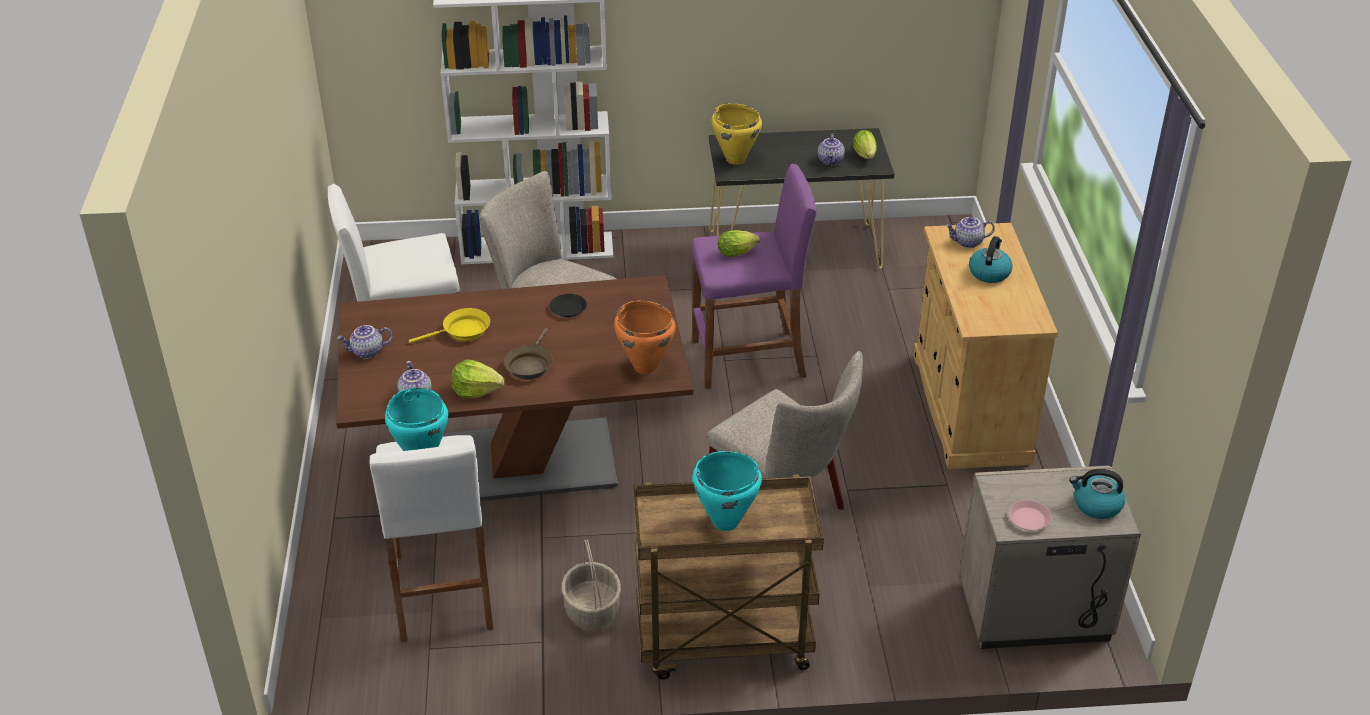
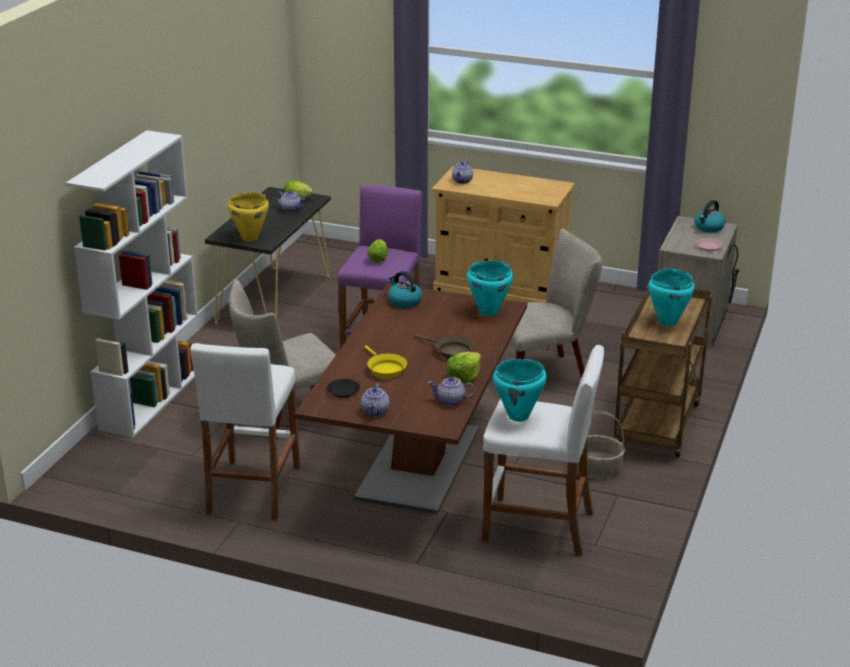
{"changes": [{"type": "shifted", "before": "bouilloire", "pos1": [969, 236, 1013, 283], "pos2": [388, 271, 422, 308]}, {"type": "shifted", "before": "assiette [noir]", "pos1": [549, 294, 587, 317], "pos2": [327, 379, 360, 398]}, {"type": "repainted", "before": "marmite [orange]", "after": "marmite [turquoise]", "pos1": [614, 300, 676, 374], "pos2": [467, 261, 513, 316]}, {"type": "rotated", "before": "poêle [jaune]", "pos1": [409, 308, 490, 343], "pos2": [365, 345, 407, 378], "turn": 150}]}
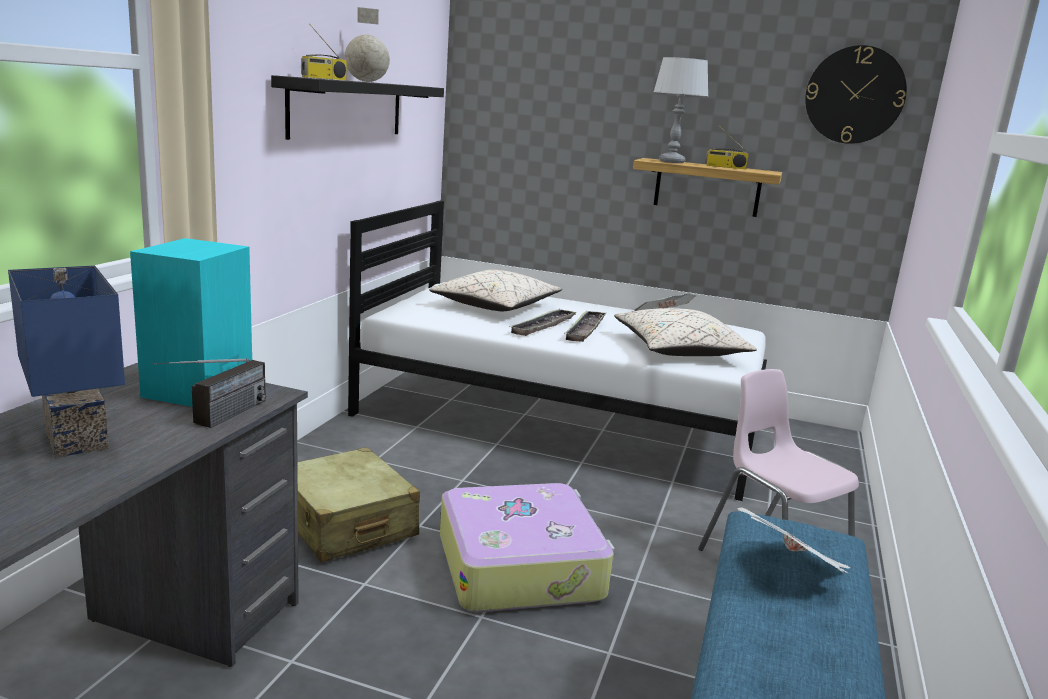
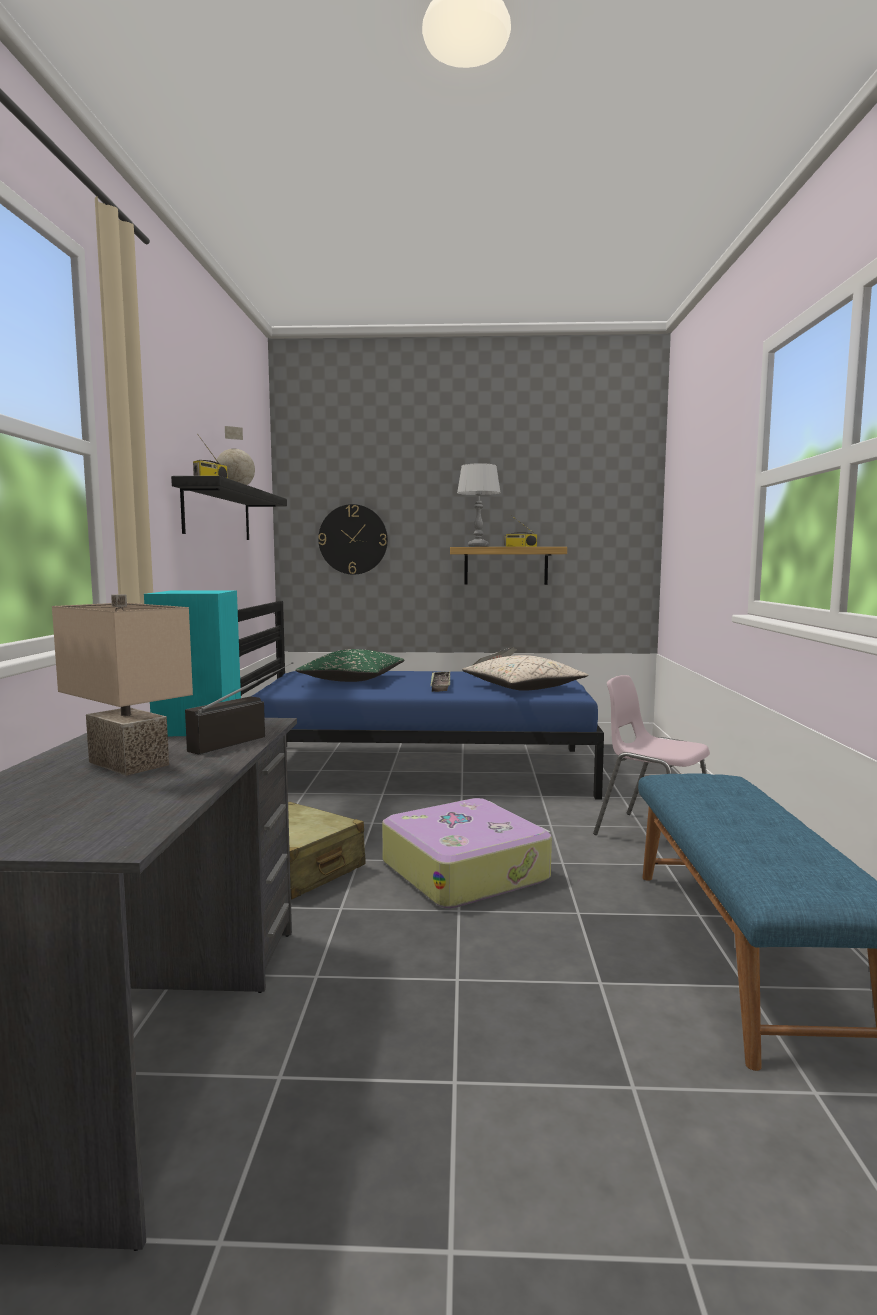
{"changes": [{"type": "shifted", "before": "horloge murale", "pos1": [805, 45, 907, 144], "pos2": [318, 504, 388, 575]}, {"type": "repainted", "before": "lit [blanc]", "after": "lit [bleu]", "pos1": [348, 201, 767, 501], "pos2": [238, 601, 604, 800]}, {"type": "repainted", "before": "lampe de table [bleu]", "after": "lampe de table [beige]", "pos1": [8, 266, 125, 458], "pos2": [52, 594, 193, 776]}, {"type": "repainted", "before": "coussin [beige]", "after": "coussin [vert]", "pos1": [429, 270, 562, 311], "pos2": [296, 649, 405, 682]}, {"type": "gone", "before": "plateau", "pos1": [509, 308, 577, 336]}, {"type": "rotated", "before": "radio", "pos1": [154, 358, 266, 428], "pos2": [185, 662, 293, 754], "turn": -150}, {"type": "gone", "before": "journal", "pos1": [738, 507, 850, 573]}]}
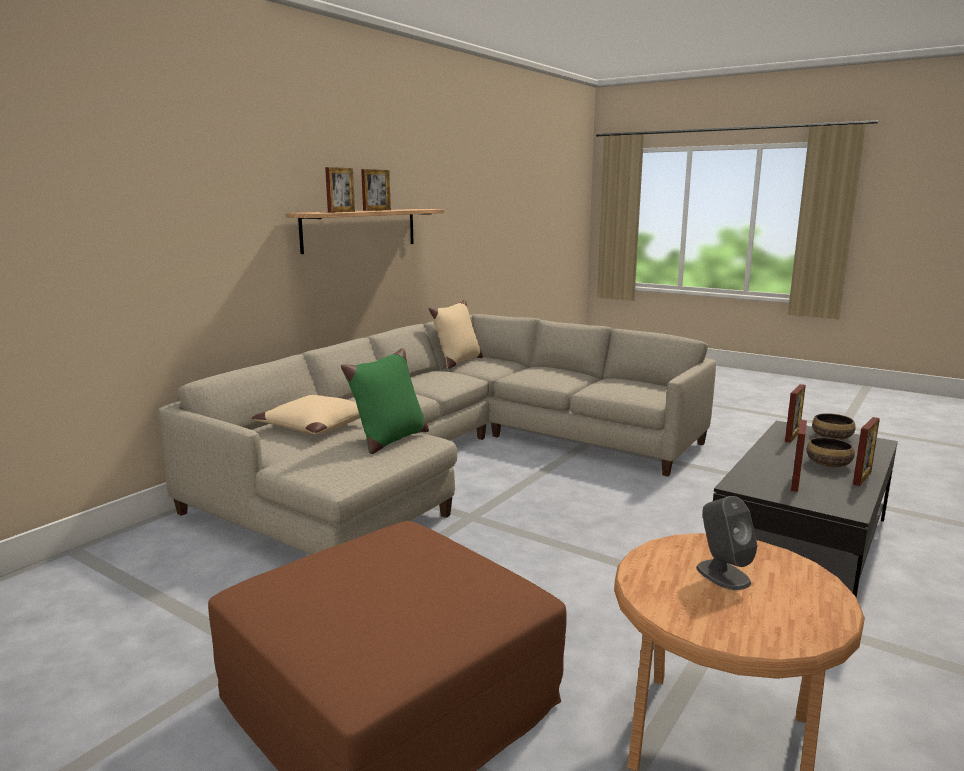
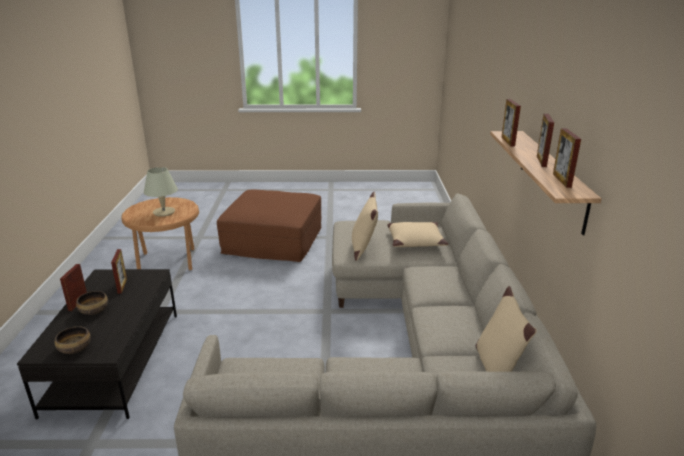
{"changes": [{"type": "repainted", "before": "coussin [vert]", "after": "coussin [beige]", "pos1": [341, 348, 429, 454], "pos2": [352, 191, 378, 261]}, {"type": "shifted", "before": "cadre photo", "pos1": [785, 384, 806, 443], "pos2": [553, 128, 581, 188]}, {"type": "swapped", "before": "enceinte [gris]", "after": "lampe de table [beige]", "pos1": [696, 496, 757, 590], "pos2": [144, 167, 178, 217]}]}
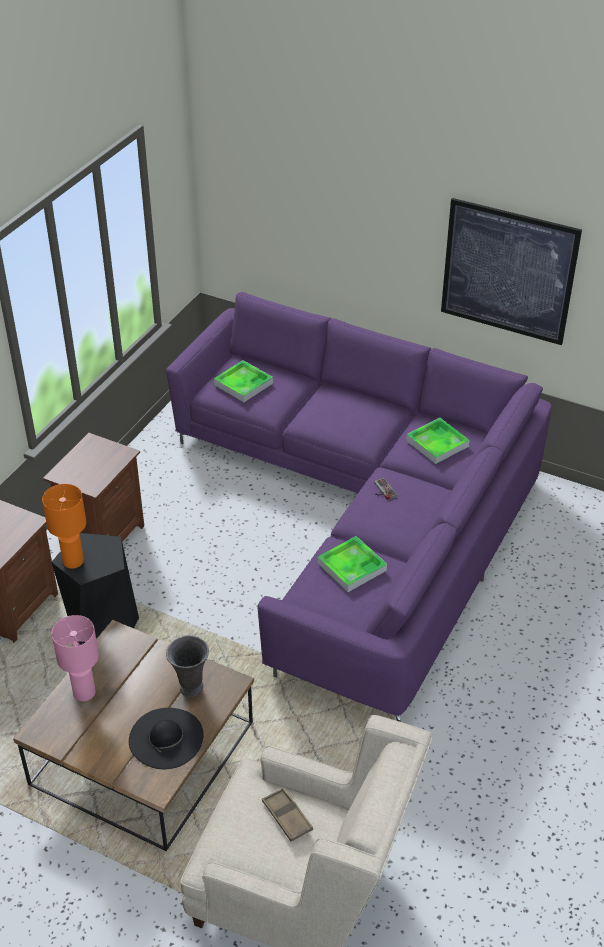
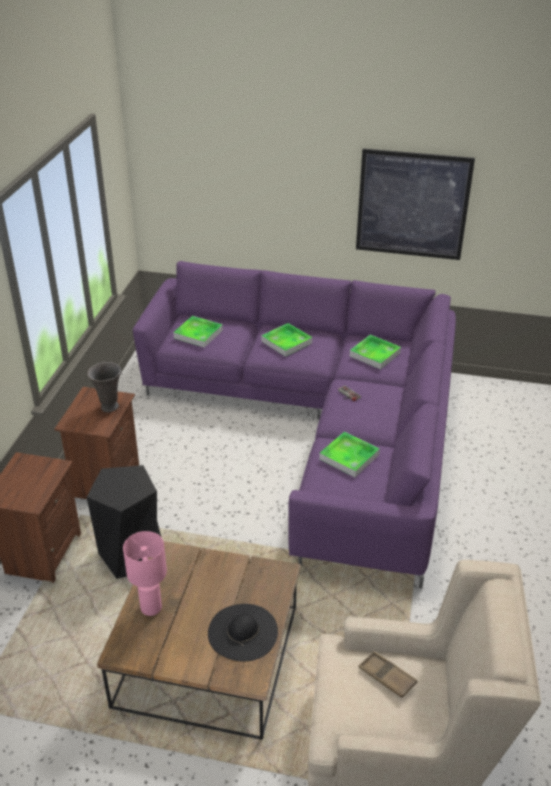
{"changes": [{"type": "gone", "before": "lampe de table [orange]", "pos1": [42, 484, 86, 569]}, {"type": "shifted", "before": "vase [gris]", "pos1": [166, 635, 209, 697], "pos2": [87, 362, 121, 412]}, {"type": "new", "after": "plateau", "pos2": [261, 323, 312, 357]}]}
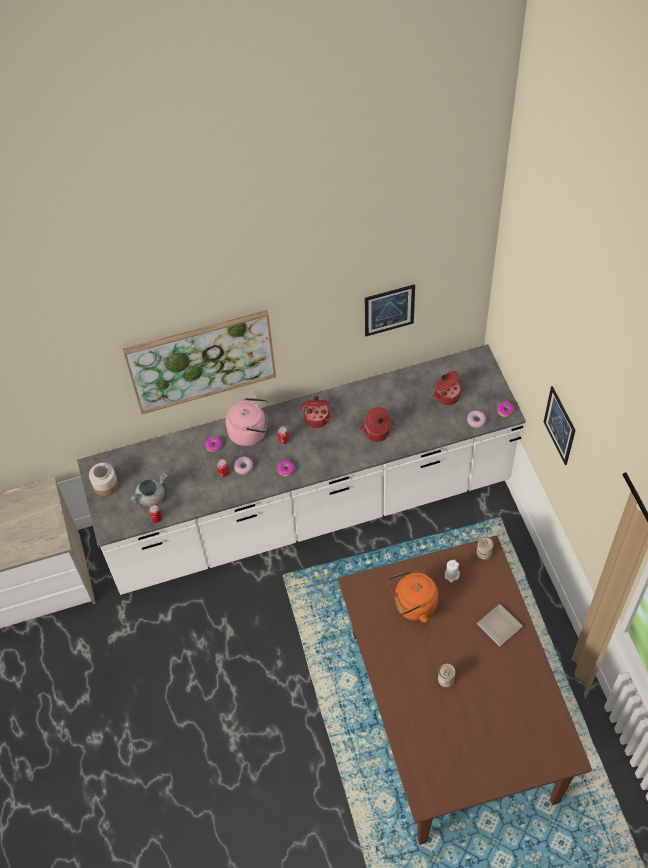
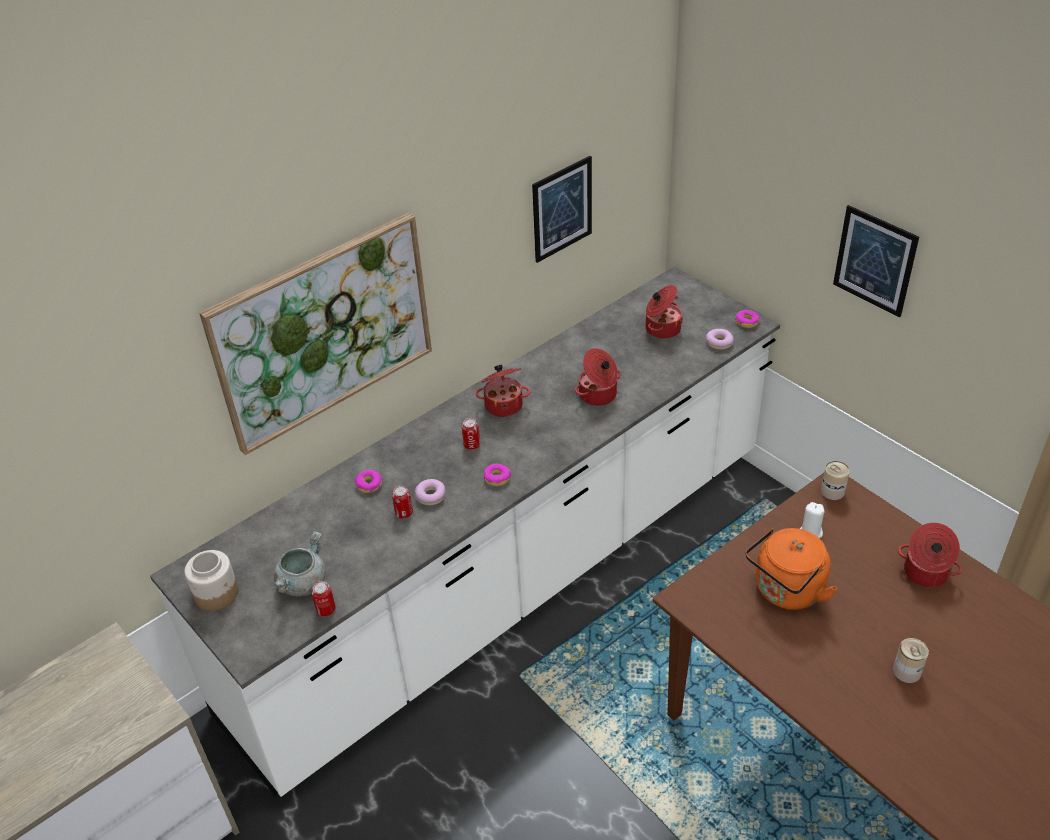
{"changes": [{"type": "gone", "before": "bouilloire [rose]", "pos1": [225, 395, 268, 446]}, {"type": "swapped", "before": "assiette", "after": "marmite", "pos1": [477, 604, 523, 646], "pos2": [898, 523, 962, 588]}]}
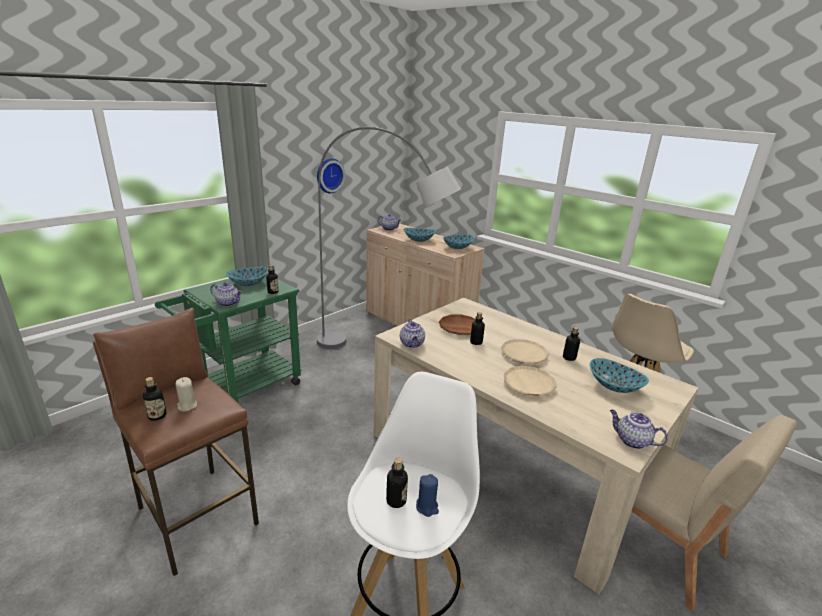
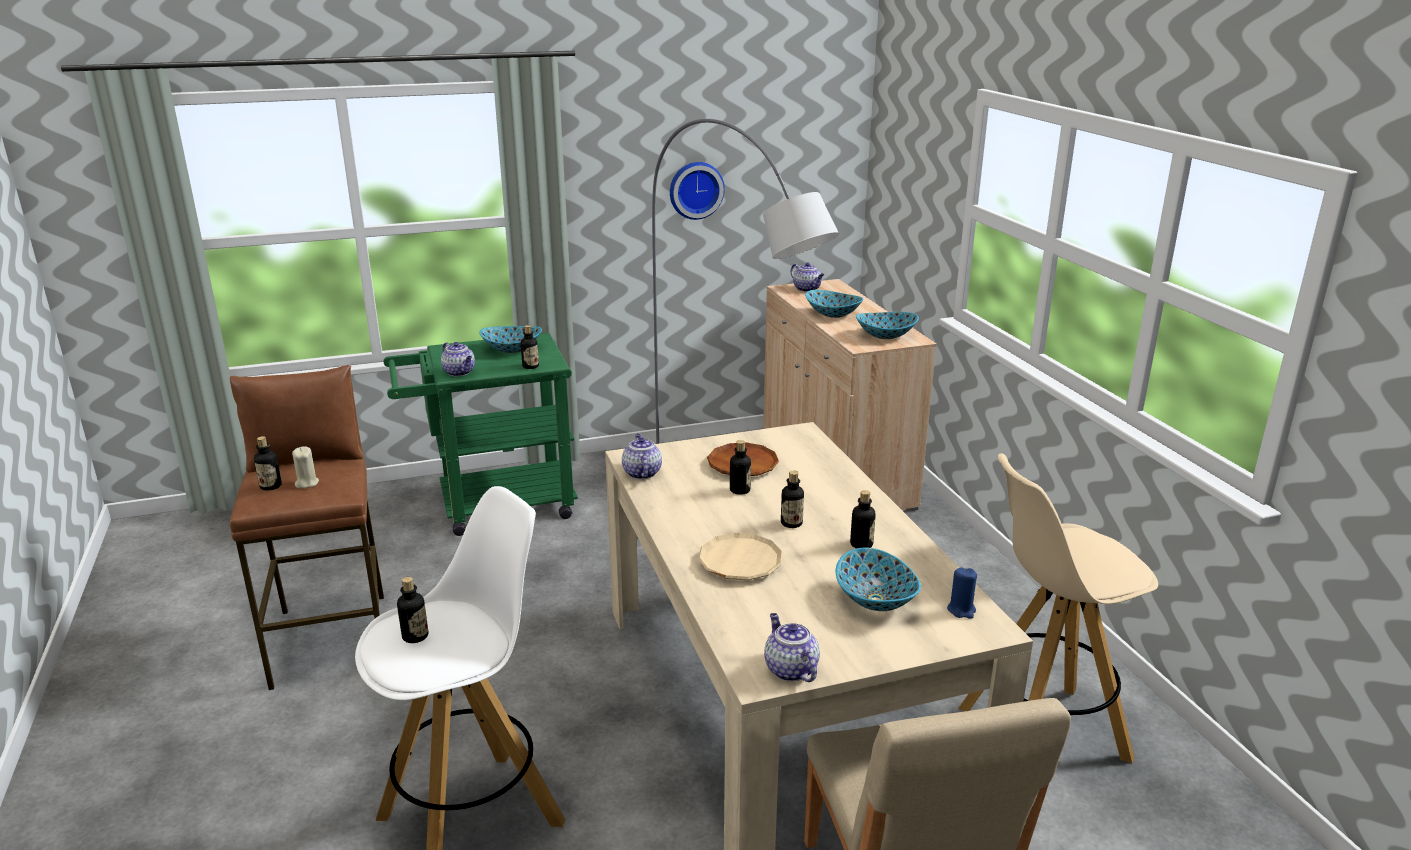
{"changes": [{"type": "rotated", "before": "théière", "pos1": [400, 319, 425, 348], "pos2": [622, 434, 662, 479], "turn": 150}, {"type": "swapped", "before": "assiette [beige]", "after": "bouteille", "pos1": [501, 339, 549, 364], "pos2": [781, 471, 804, 528]}, {"type": "shifted", "before": "bougie [bleu]", "pos1": [416, 474, 439, 517], "pos2": [947, 567, 977, 619]}]}
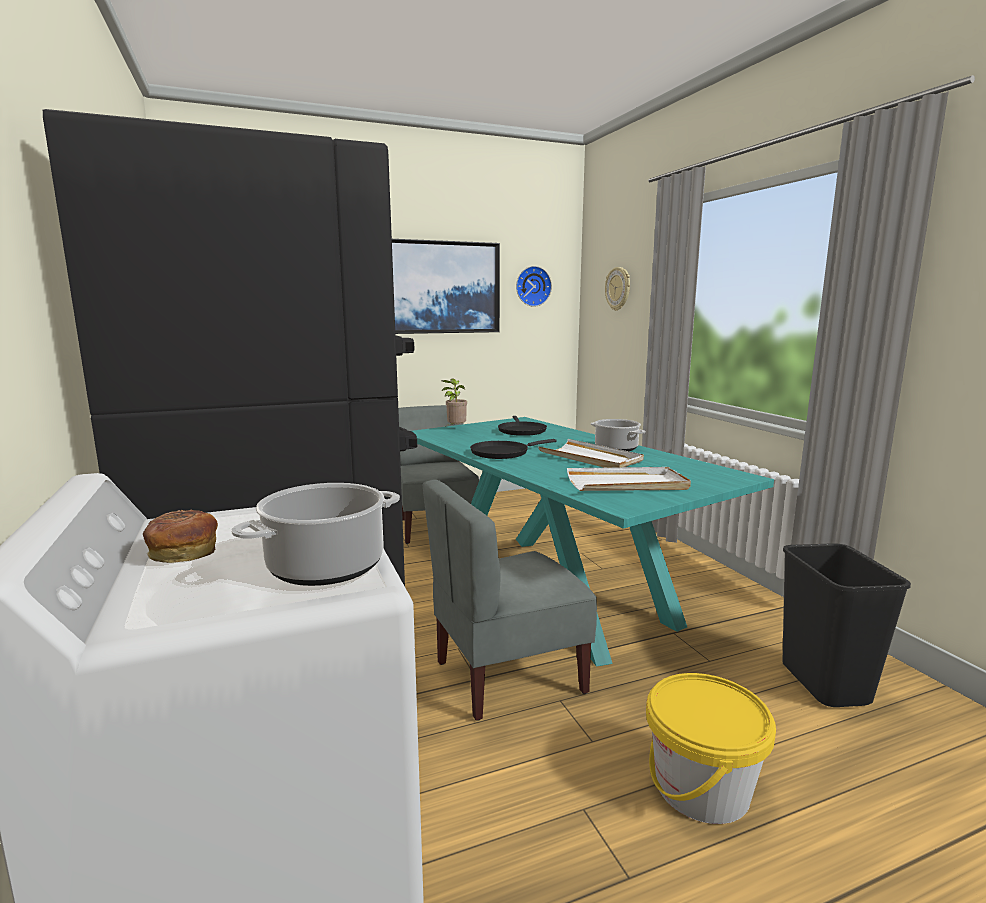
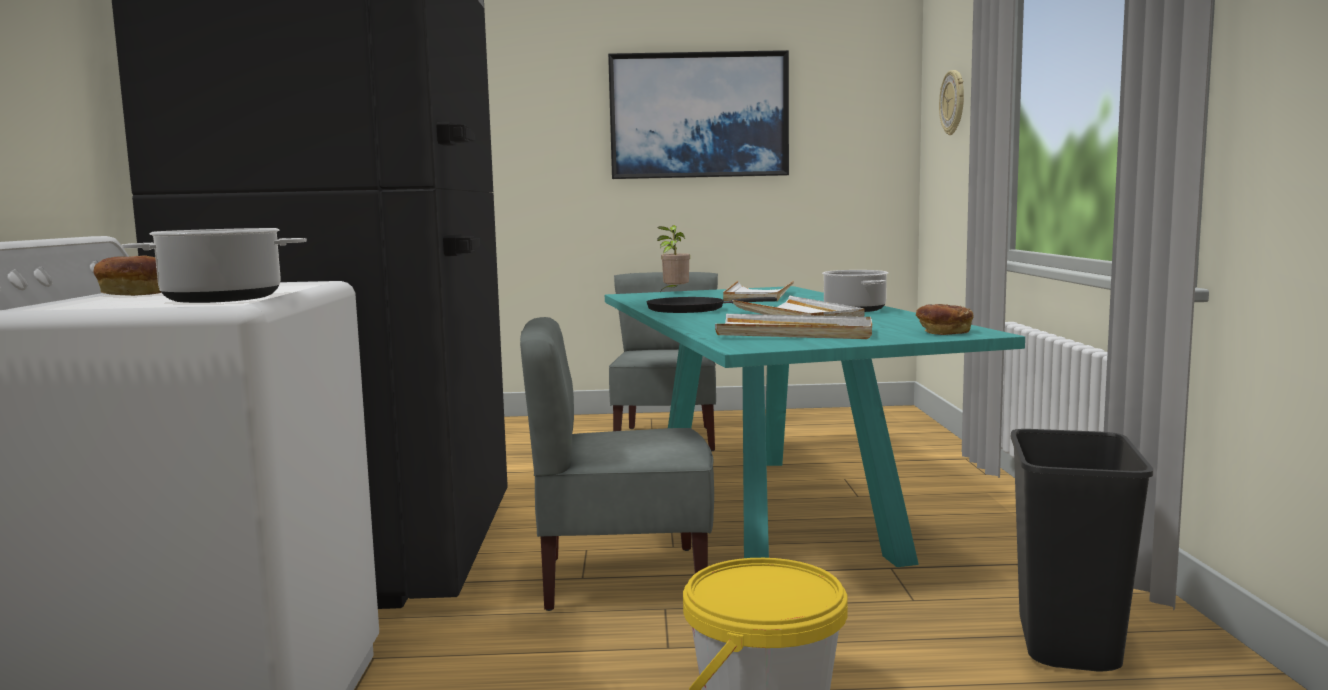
{"changes": [{"type": "gone", "before": "horloge murale", "pos1": [516, 266, 552, 307]}, {"type": "swapped", "before": "poêle [noir]", "after": "plateau [blanc]", "pos1": [498, 416, 547, 436], "pos2": [723, 281, 794, 301]}, {"type": "new", "after": "pain", "pos2": [916, 304, 974, 335]}]}
